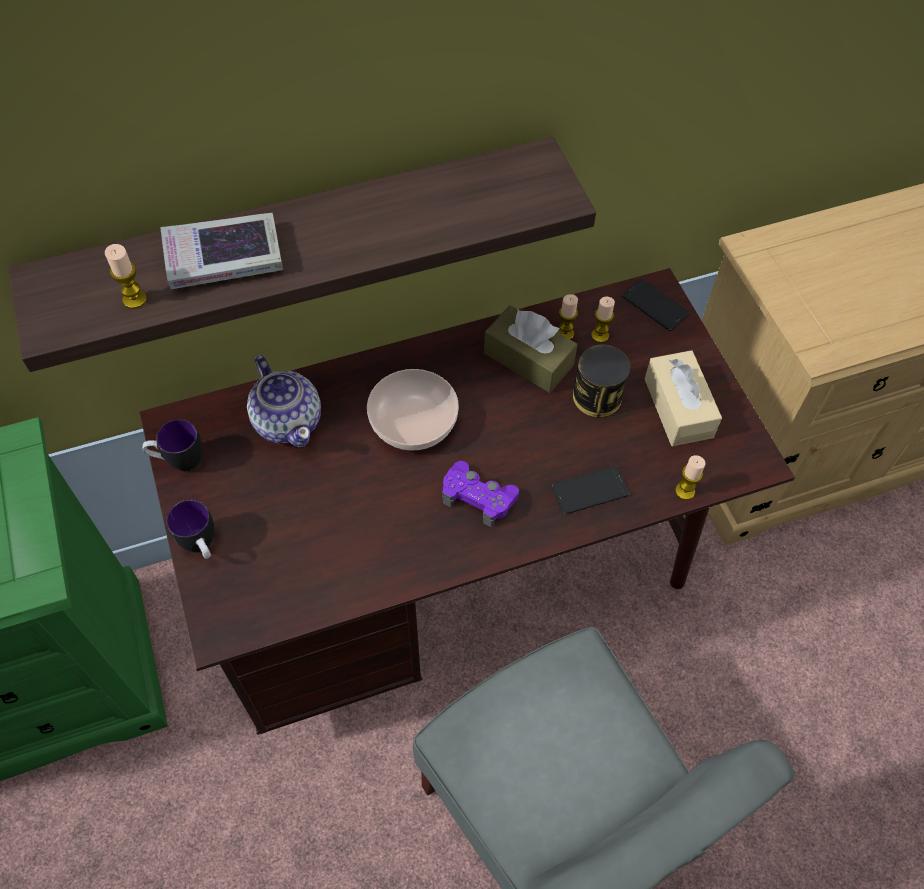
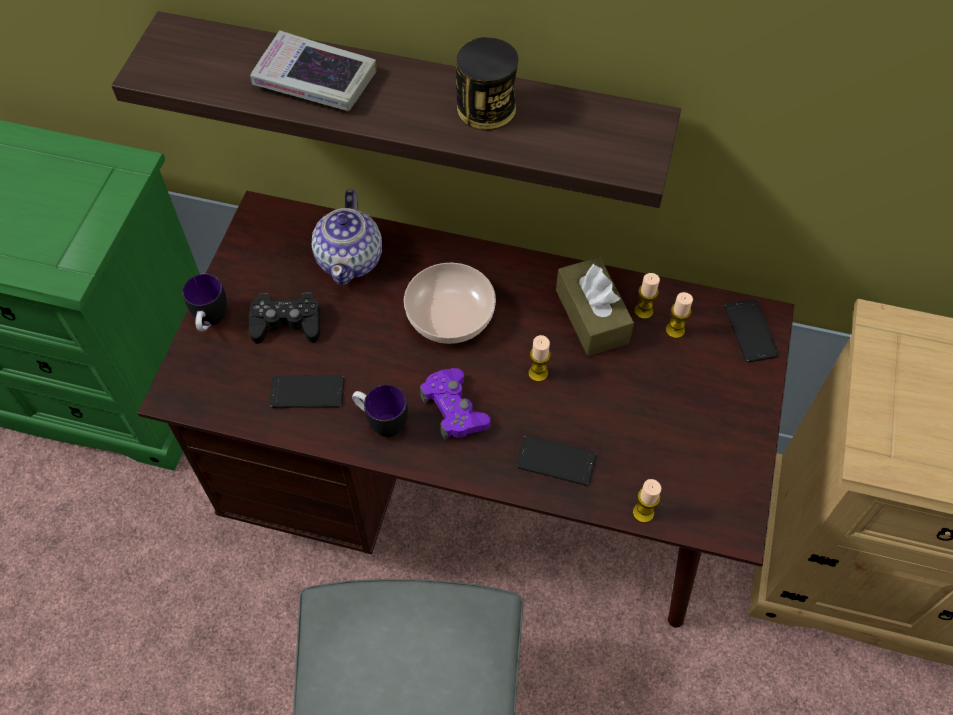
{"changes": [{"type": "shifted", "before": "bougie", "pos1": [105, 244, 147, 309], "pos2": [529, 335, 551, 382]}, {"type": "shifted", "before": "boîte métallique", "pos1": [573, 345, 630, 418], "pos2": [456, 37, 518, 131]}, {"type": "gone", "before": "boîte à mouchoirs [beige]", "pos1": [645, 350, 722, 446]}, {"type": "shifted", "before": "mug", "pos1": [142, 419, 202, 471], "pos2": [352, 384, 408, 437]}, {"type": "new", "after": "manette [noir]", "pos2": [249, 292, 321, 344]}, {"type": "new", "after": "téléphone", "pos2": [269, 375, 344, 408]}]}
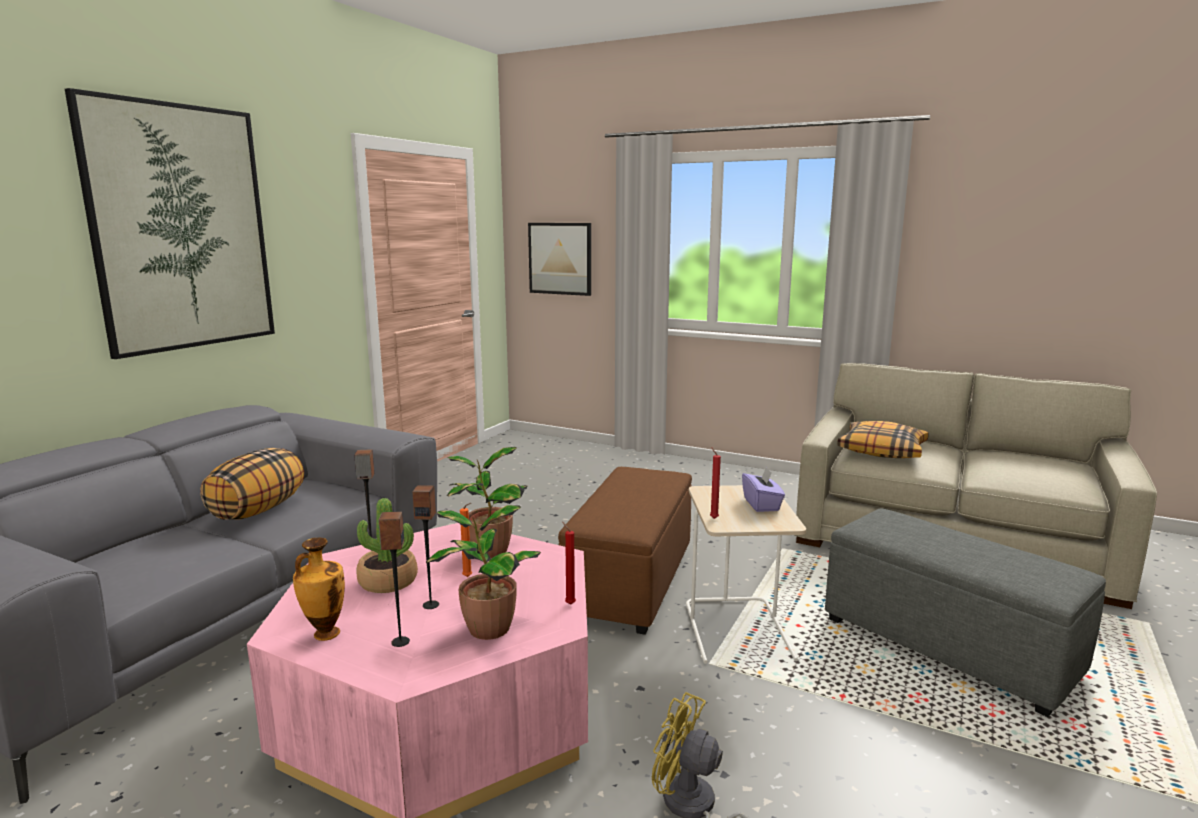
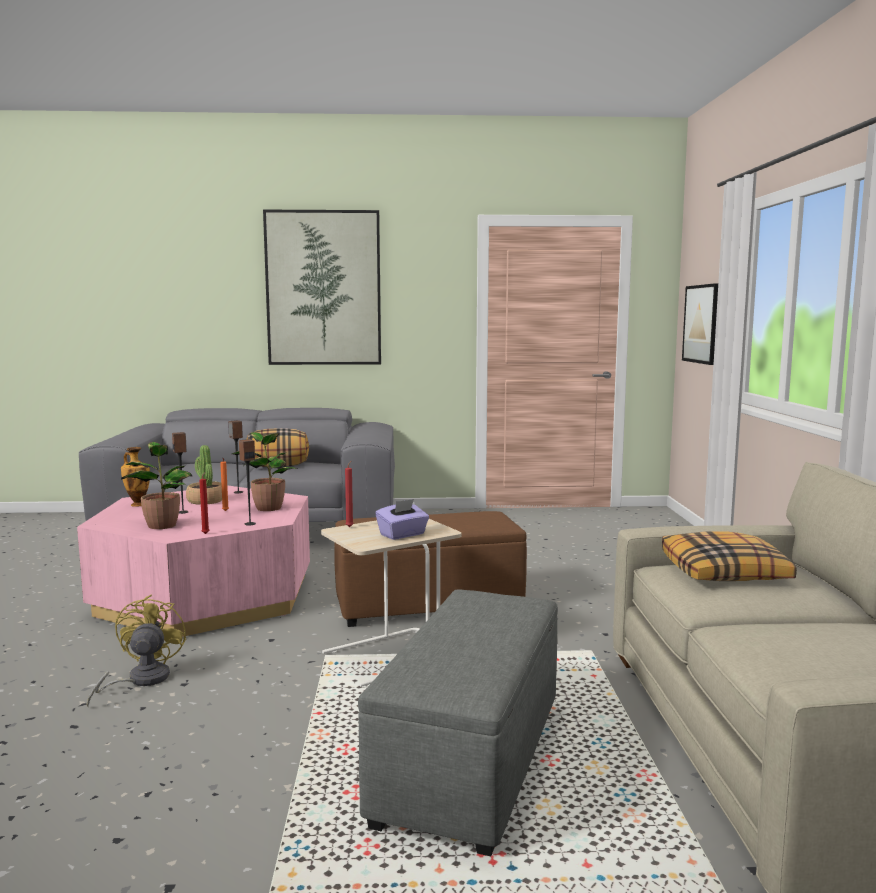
{"changes": [{"type": "shifted", "before": "enceinte", "pos1": [378, 511, 410, 647], "pos2": [239, 439, 256, 526]}]}
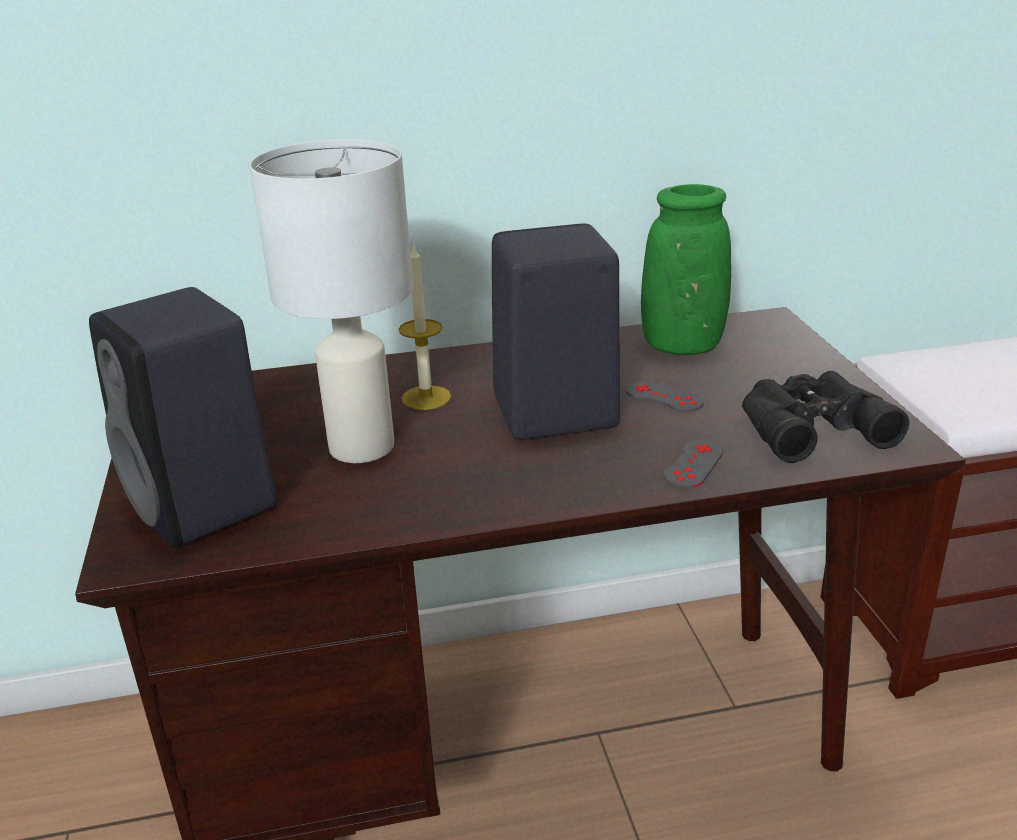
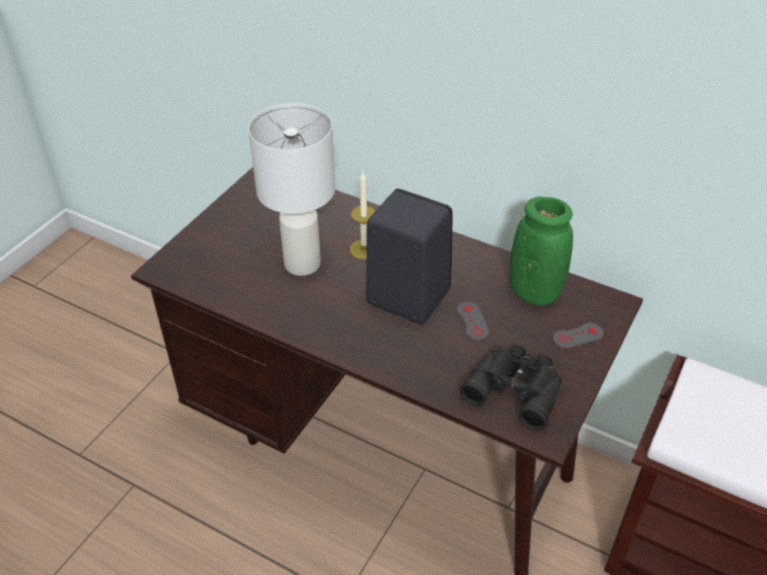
{"changes": [{"type": "gone", "before": "enceinte [noir]", "pos1": [89, 287, 277, 548]}, {"type": "shifted", "before": "manette [gris]", "pos1": [664, 440, 723, 488], "pos2": [553, 323, 604, 349]}]}
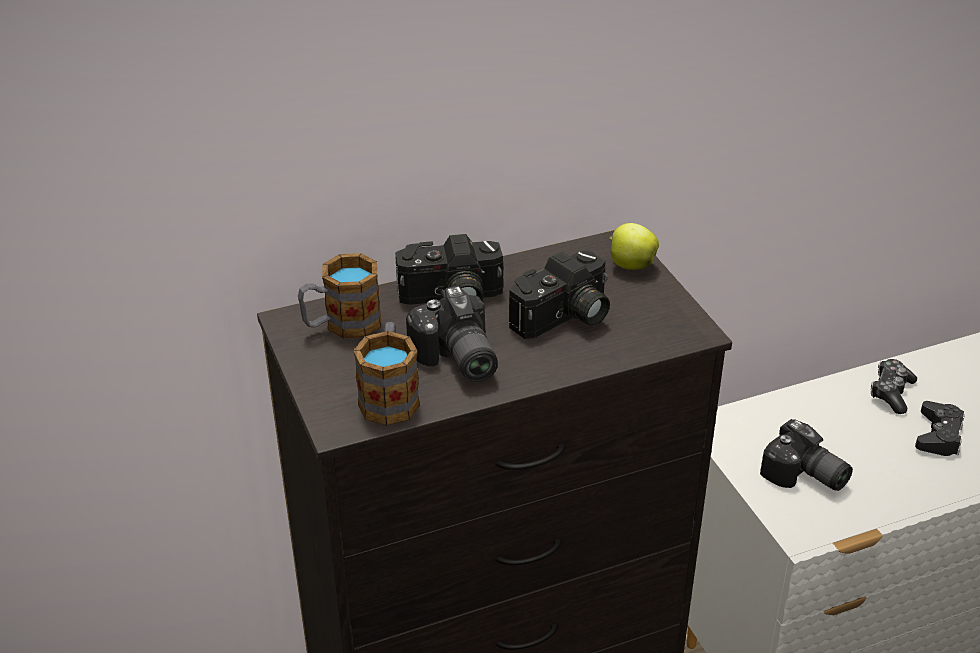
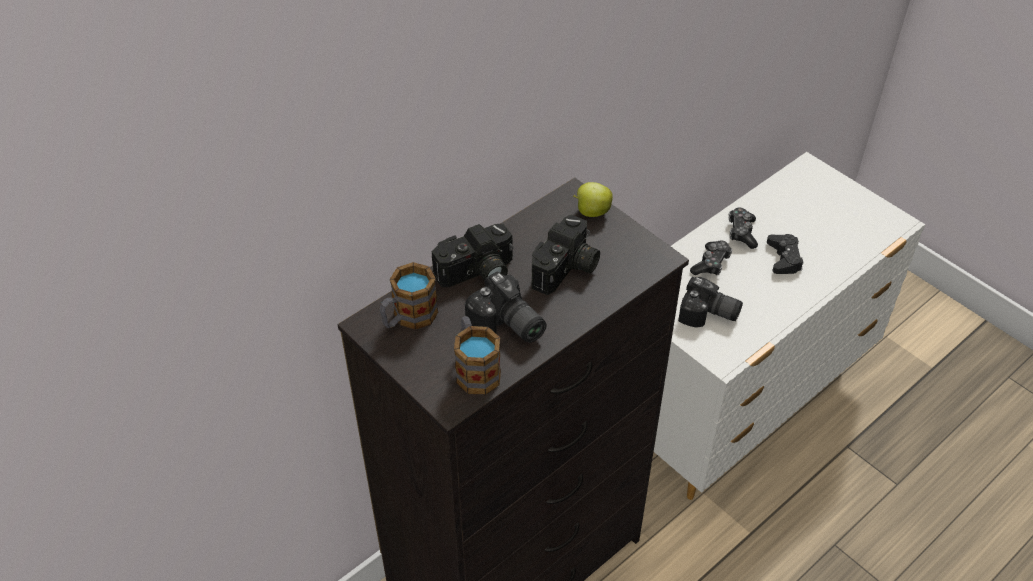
{"changes": [{"type": "new", "after": "manette", "pos2": [690, 241, 732, 275]}]}
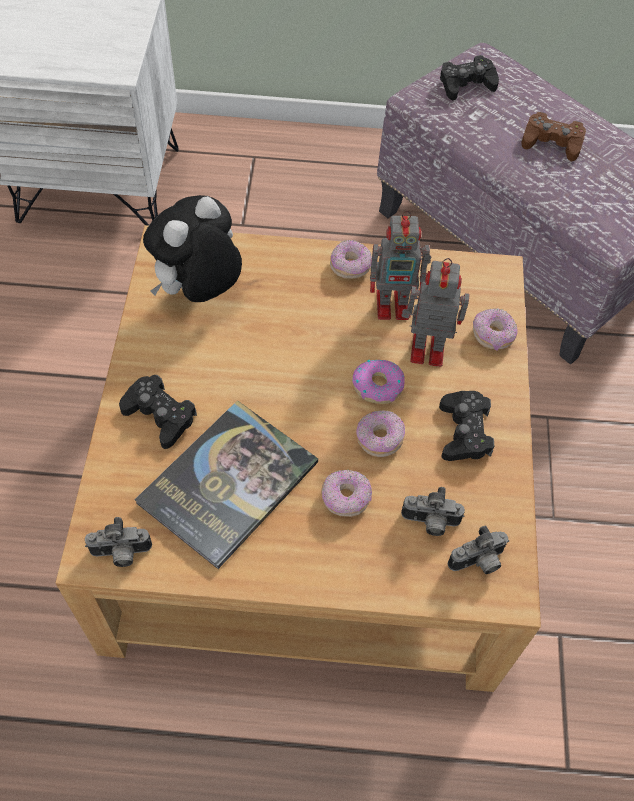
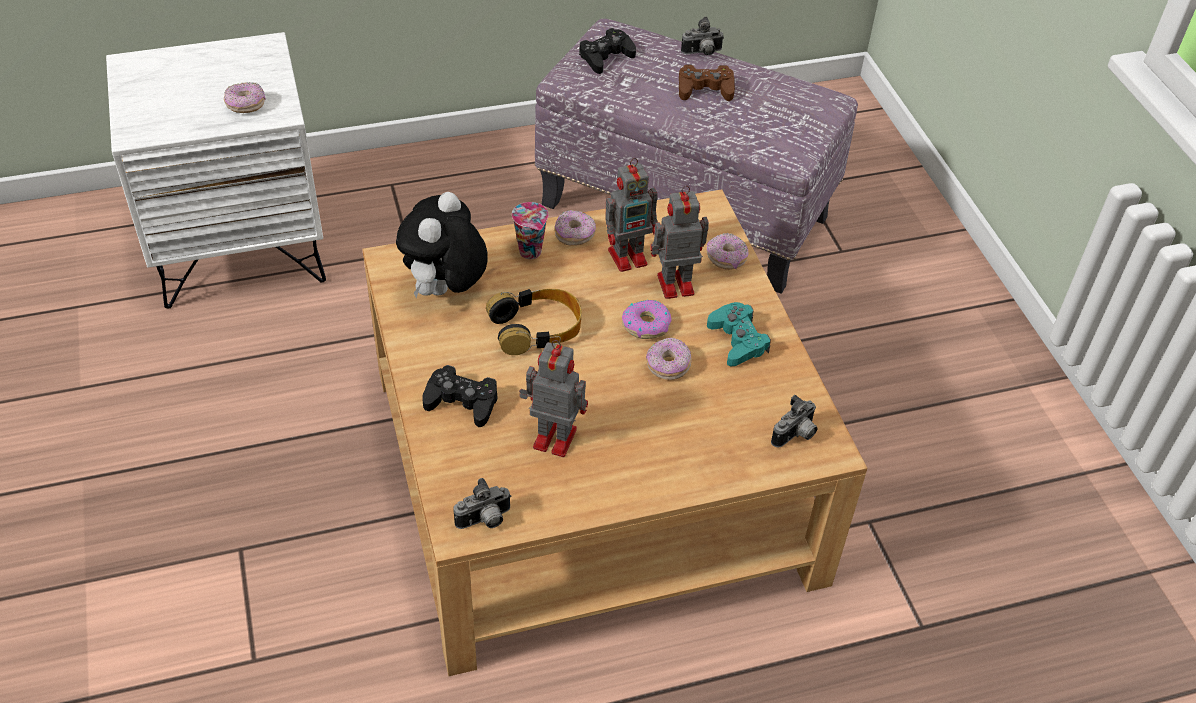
{"changes": [{"type": "repainted", "before": "manette [noir]", "after": "manette [turquoise]", "pos1": [439, 391, 494, 461], "pos2": [707, 302, 771, 366]}, {"type": "swapped", "before": "livre", "after": "robot jouet", "pos1": [135, 400, 318, 569], "pos2": [519, 340, 588, 457]}, {"type": "shifted", "before": "beignet", "pos1": [321, 469, 372, 517], "pos2": [224, 82, 266, 113]}, {"type": "shifted", "before": "appareil photo", "pos1": [401, 487, 465, 536], "pos2": [681, 17, 724, 56]}, {"type": "new", "after": "tasse", "pos2": [512, 202, 549, 259]}, {"type": "new", "after": "casque audio", "pos2": [486, 289, 582, 355]}]}
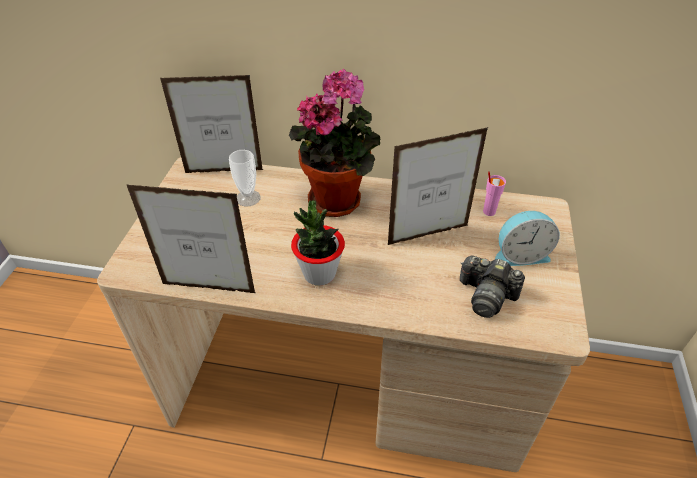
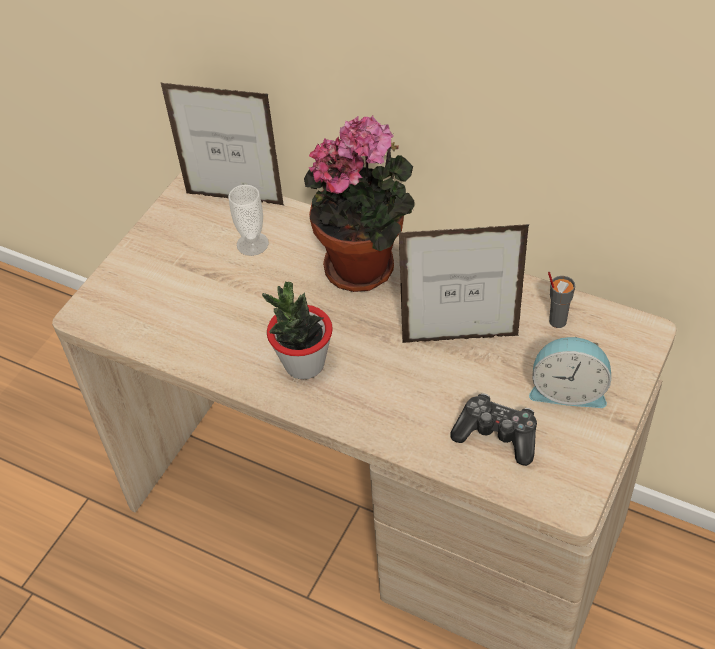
{"changes": [{"type": "repainted", "before": "tasse [rose]", "after": "tasse [gris]", "pos1": [483, 171, 506, 216], "pos2": [548, 272, 575, 328]}, {"type": "gone", "before": "cadre photo", "pos1": [126, 184, 255, 293]}, {"type": "swapped", "before": "appareil photo", "after": "manette", "pos1": [460, 256, 525, 318], "pos2": [451, 393, 537, 466]}]}
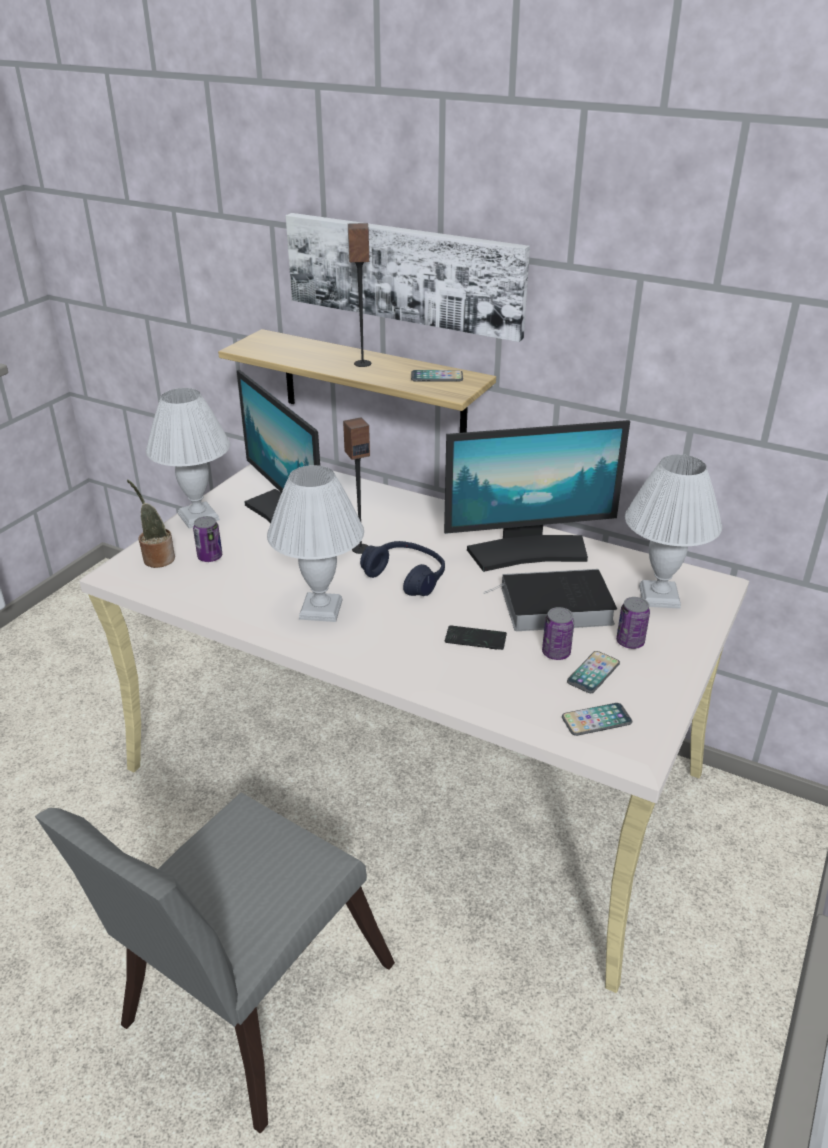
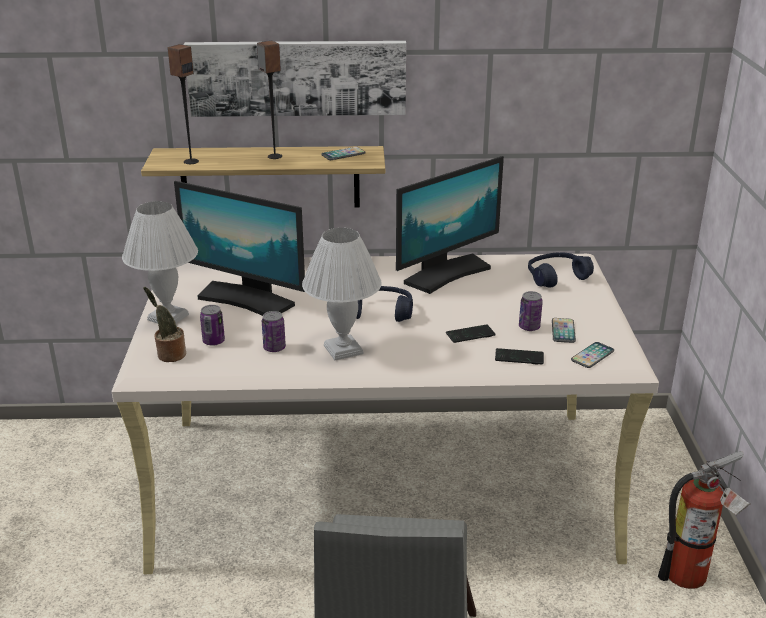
{"changes": [{"type": "shifted", "before": "enceinte", "pos1": [343, 417, 370, 554], "pos2": [167, 44, 199, 164]}, {"type": "swapped", "before": "lampe de table [blanc]", "after": "casque audio [bleu]", "pos1": [625, 454, 722, 609], "pos2": [528, 253, 594, 288]}, {"type": "gone", "before": "livre", "pos1": [484, 569, 617, 631]}, {"type": "shifted", "before": "boîte métallique", "pos1": [616, 597, 650, 649], "pos2": [262, 311, 286, 352]}, {"type": "new", "after": "téléphone", "pos2": [495, 348, 544, 365]}, {"type": "new", "after": "extincteur", "pos2": [658, 451, 751, 589]}]}
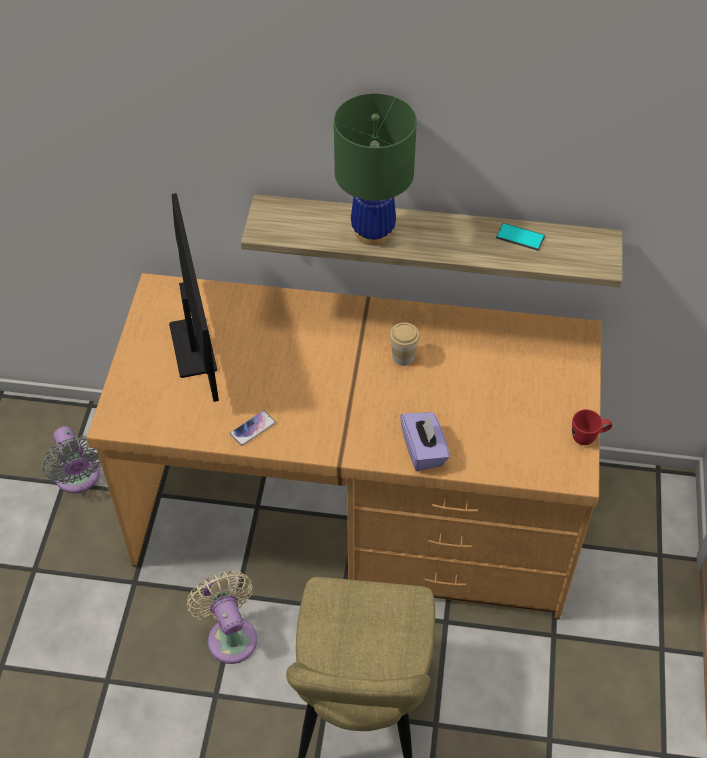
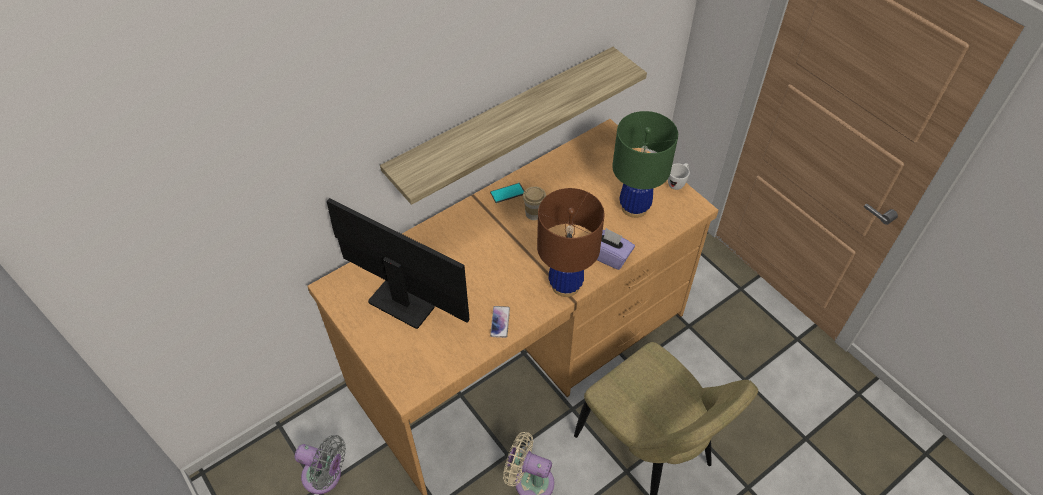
{"changes": [{"type": "shifted", "before": "lampe de table [vert]", "pos1": [334, 93, 417, 245], "pos2": [612, 111, 678, 218]}, {"type": "shifted", "before": "téléphone", "pos1": [496, 223, 545, 251], "pos2": [490, 183, 524, 203]}, {"type": "repainted", "before": "mug [rouge]", "after": "mug [blanc]", "pos1": [572, 409, 612, 445], "pos2": [668, 163, 690, 190]}, {"type": "new", "after": "lampe de table [marron]", "pos2": [537, 188, 605, 297]}]}
